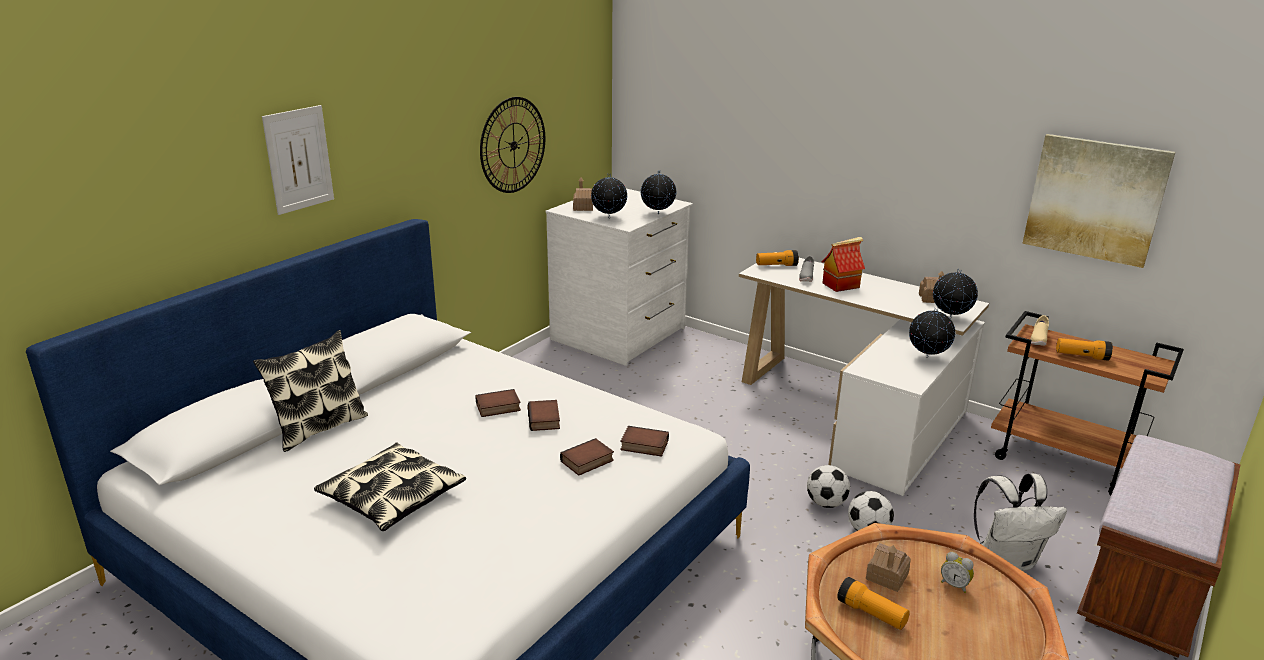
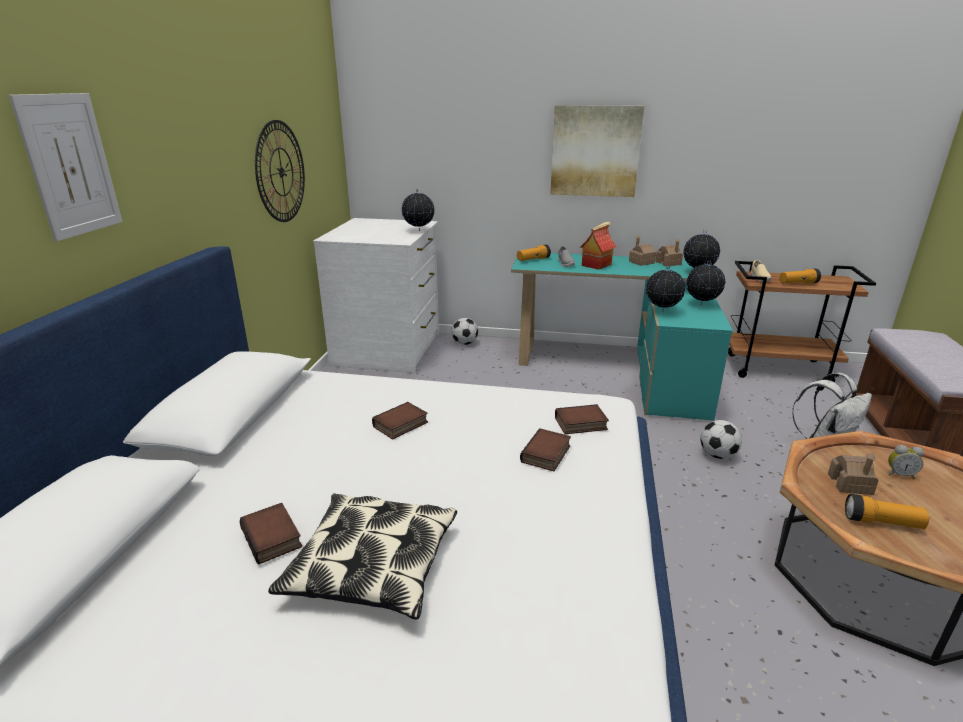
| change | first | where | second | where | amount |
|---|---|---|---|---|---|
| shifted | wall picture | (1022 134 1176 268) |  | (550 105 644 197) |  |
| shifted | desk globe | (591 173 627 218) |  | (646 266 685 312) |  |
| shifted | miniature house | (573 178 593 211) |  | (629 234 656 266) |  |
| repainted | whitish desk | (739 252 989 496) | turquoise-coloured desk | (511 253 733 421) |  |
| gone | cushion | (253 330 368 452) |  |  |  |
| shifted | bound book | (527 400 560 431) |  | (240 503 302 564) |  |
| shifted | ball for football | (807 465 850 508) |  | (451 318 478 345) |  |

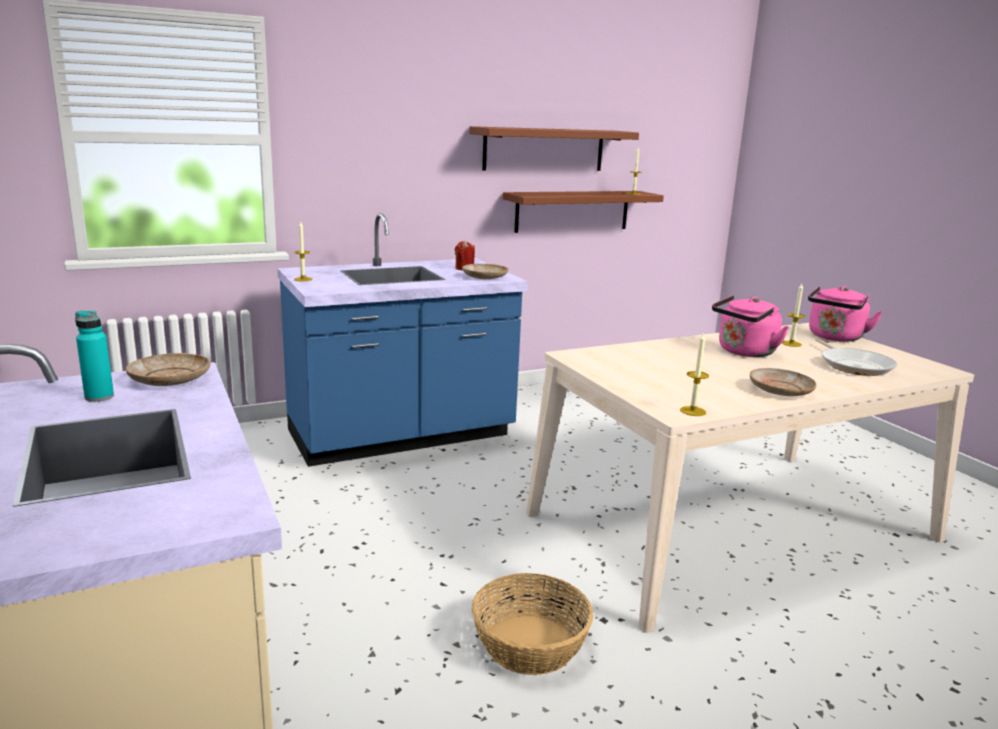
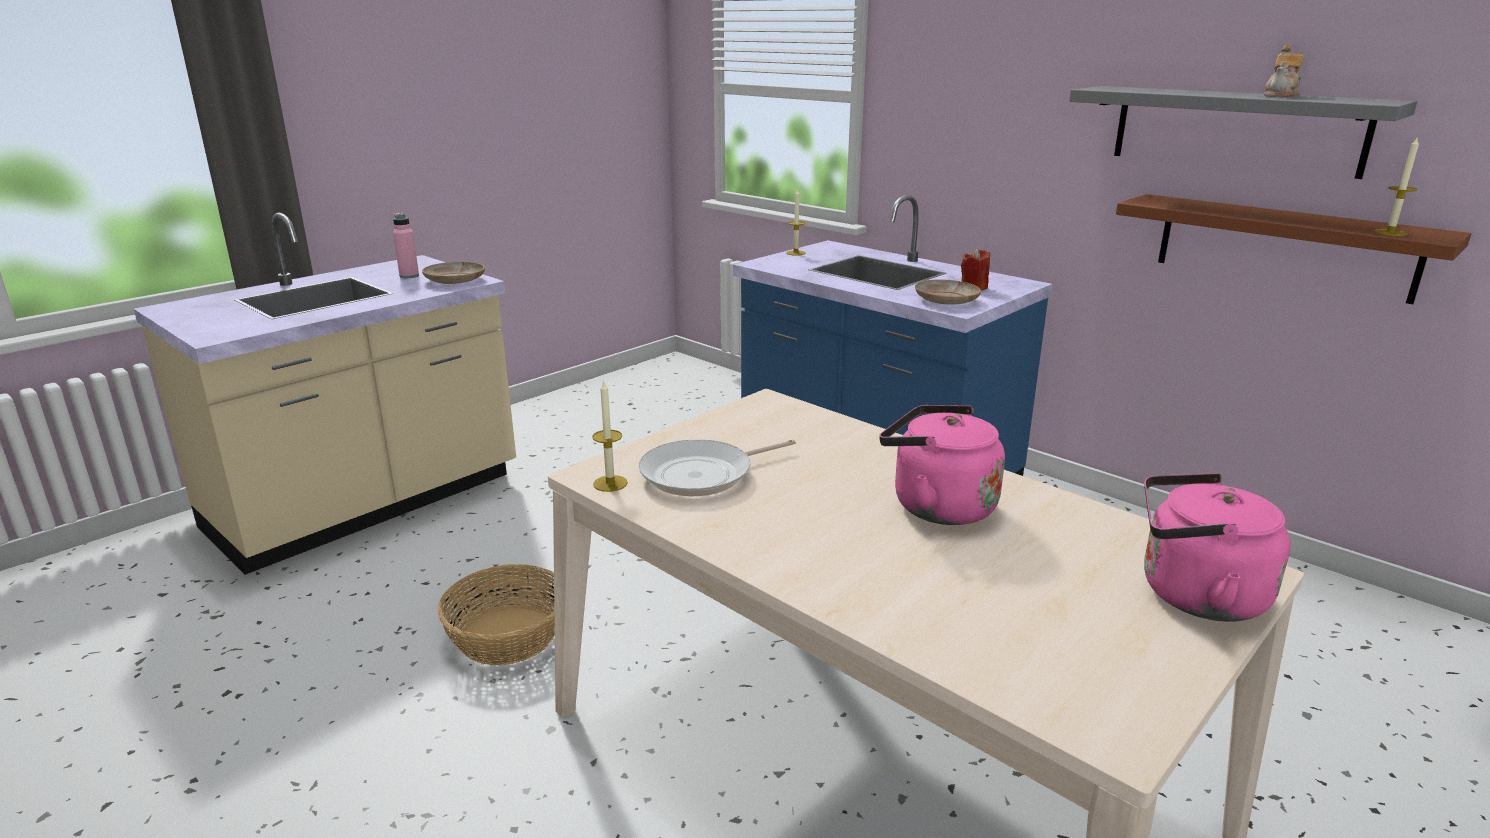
| change | first | where | second | where | amount |
|---|---|---|---|---|---|
| repainted | brown-coloured bracket shelf | (469 126 639 171) | grey bracket shelf | (1069 86 1417 179) |  |
| gone | wax light | (782 284 805 347) |  |  |  |
| repainted | turquoise-coloured drink bottle | (75 311 114 402) | pinkish drink bottle | (393 212 419 278) |  |
| shifted | skillet | (815 339 897 376) |  | (638 439 796 496) |  |
| gone | sand-coloured dinner plate | (750 368 817 396) |  |  |  |
| new |  |  | teapot | (1264 45 1304 97) |  |

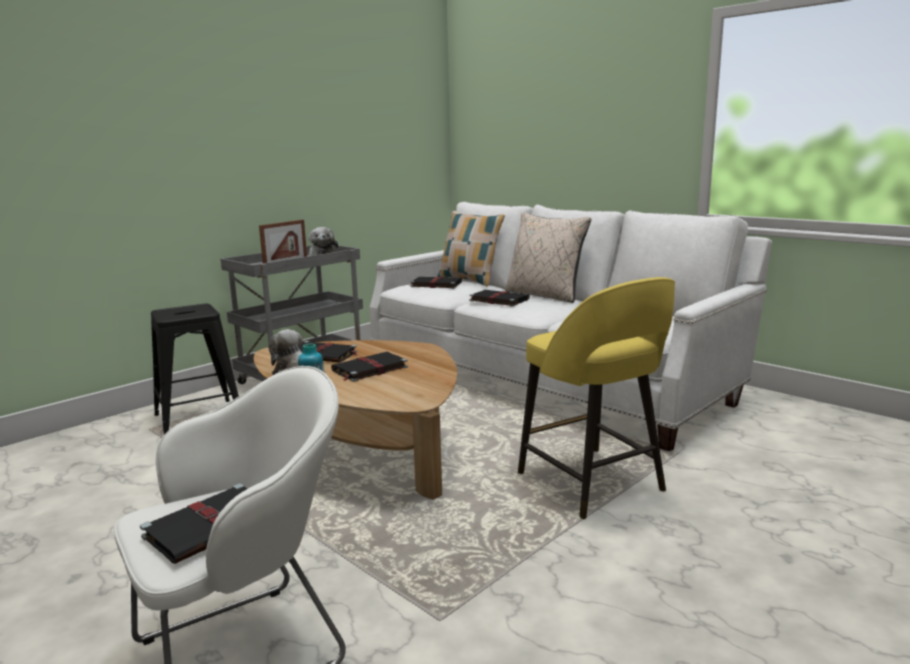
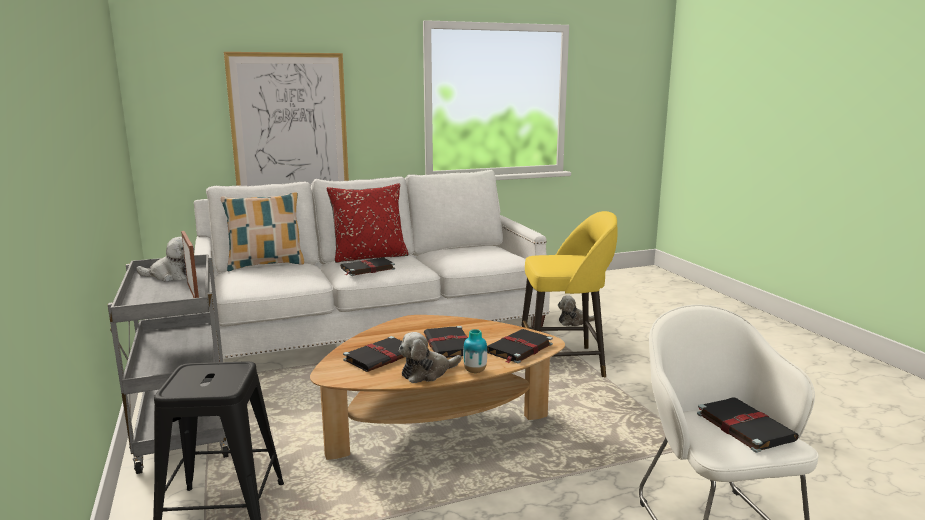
| change | first | where | second | where | amount |
|---|---|---|---|---|---|
| repainted | sand-coloured cushion | (505 212 591 303) | reddish cushion | (327 183 409 263) |  |
| shifted | black-coloured bound book | (410 277 462 289) |  | (487 329 553 363) |  |
| new |  |  | wall picture | (224 52 349 186) |  |
| new |  |  | cuddly toy | (558 295 595 326) |  |

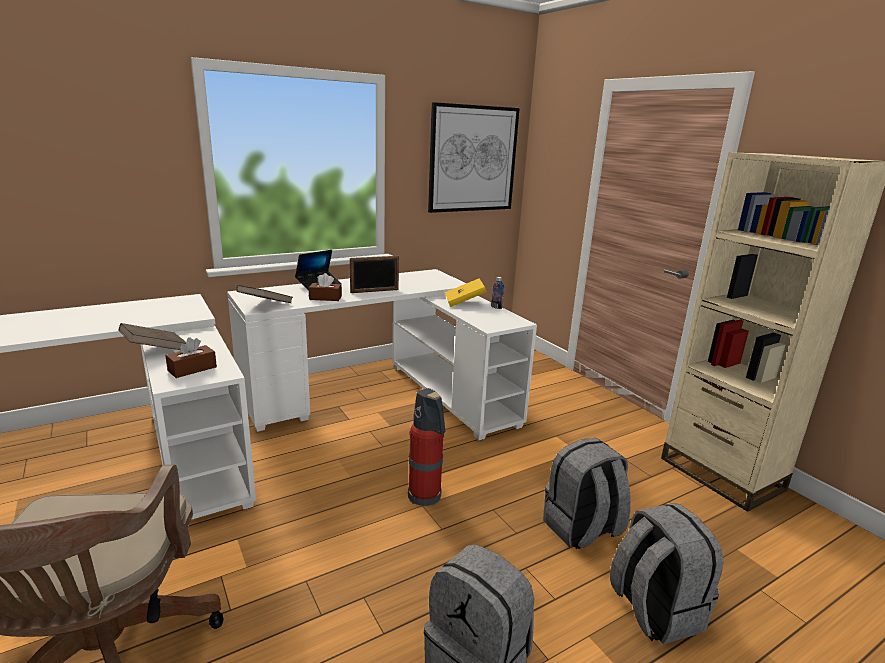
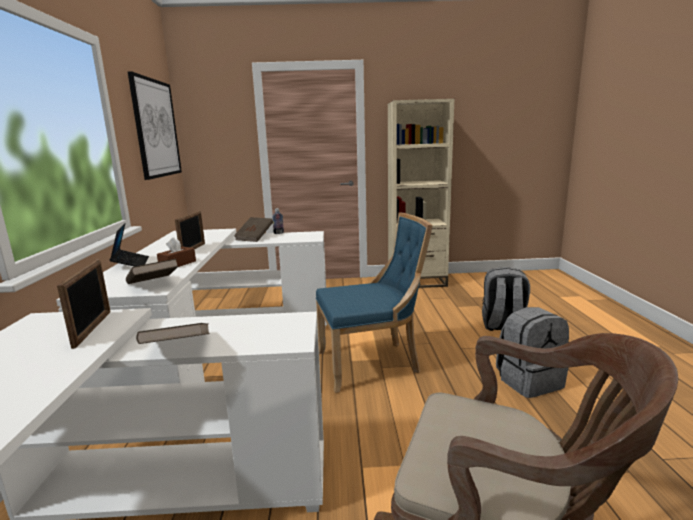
| change | first | where | second | where | amount |
|---|---|---|---|---|---|
| repainted | yellow-coloured bound book | (445 278 487 307) | brown-coloured bound book | (234 217 273 242) |  |
| gone | brown-coloured tissue box | (165 337 217 378) |  |  |  |
| swapped | fire-fighting cylinder | (408 388 445 506) | blue chair | (316 212 433 393) |  |
| gone | grey rucksack | (543 438 631 549) |  |  |  |
| new |  |  | picture frame | (57 260 111 349) |  |

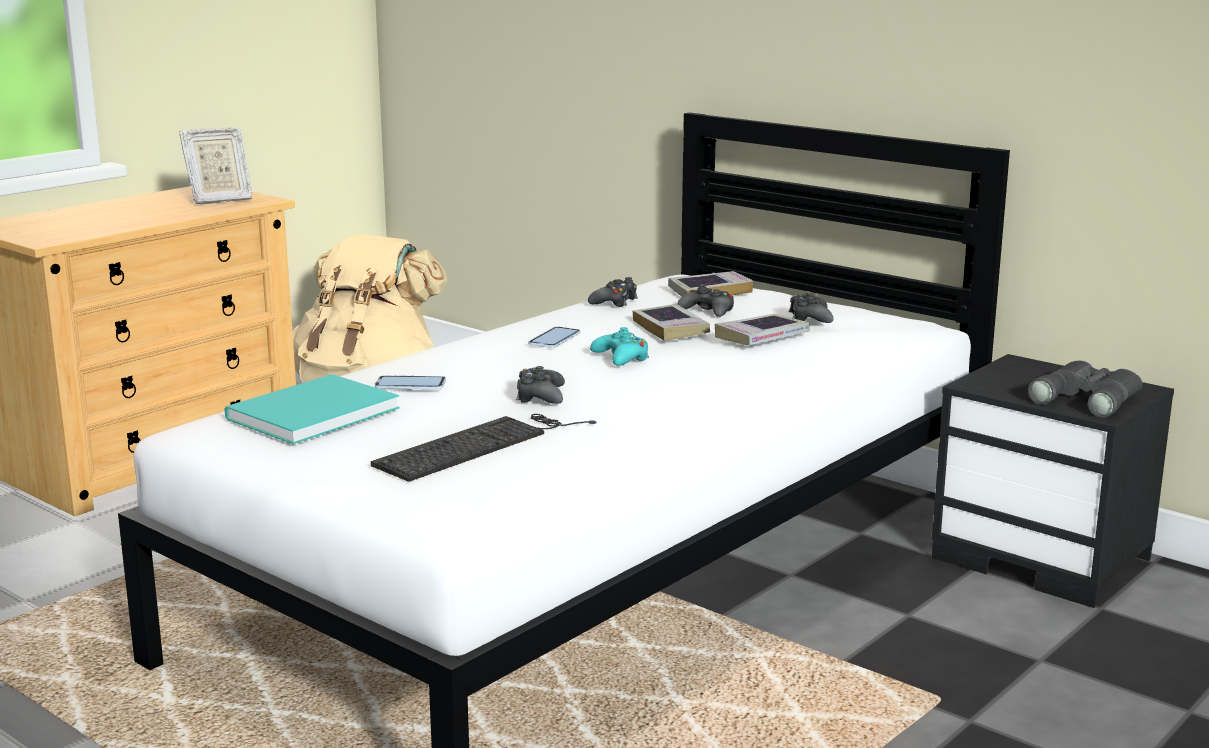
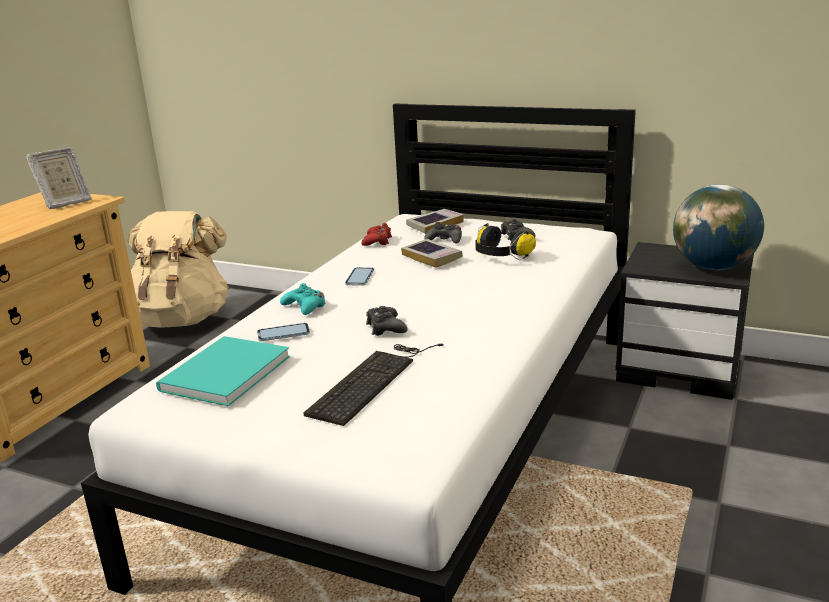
| change | first | where | second | where | amount |
|---|---|---|---|---|---|
| repainted | black-coloured gamepad | (588 277 638 307) | reddish gamepad | (362 223 392 246) |  |
| swapped | bound book | (715 314 810 346) | pair of headphones | (475 223 536 260) |  |
| shifted | turquoise-coloured gamepad | (590 327 649 366) |  | (280 283 326 315) |  |
| swapped | grey field glasses | (1028 361 1142 418) | desk globe | (673 185 764 270) |  |

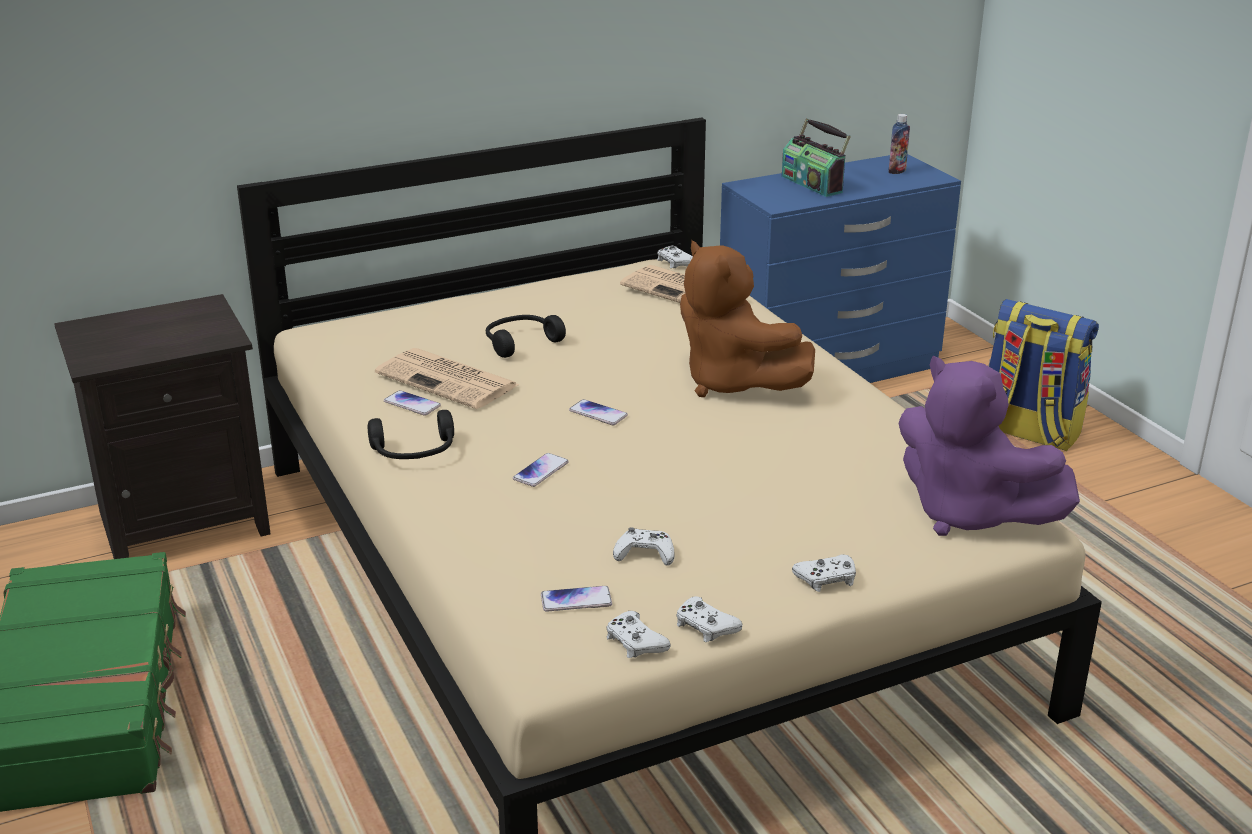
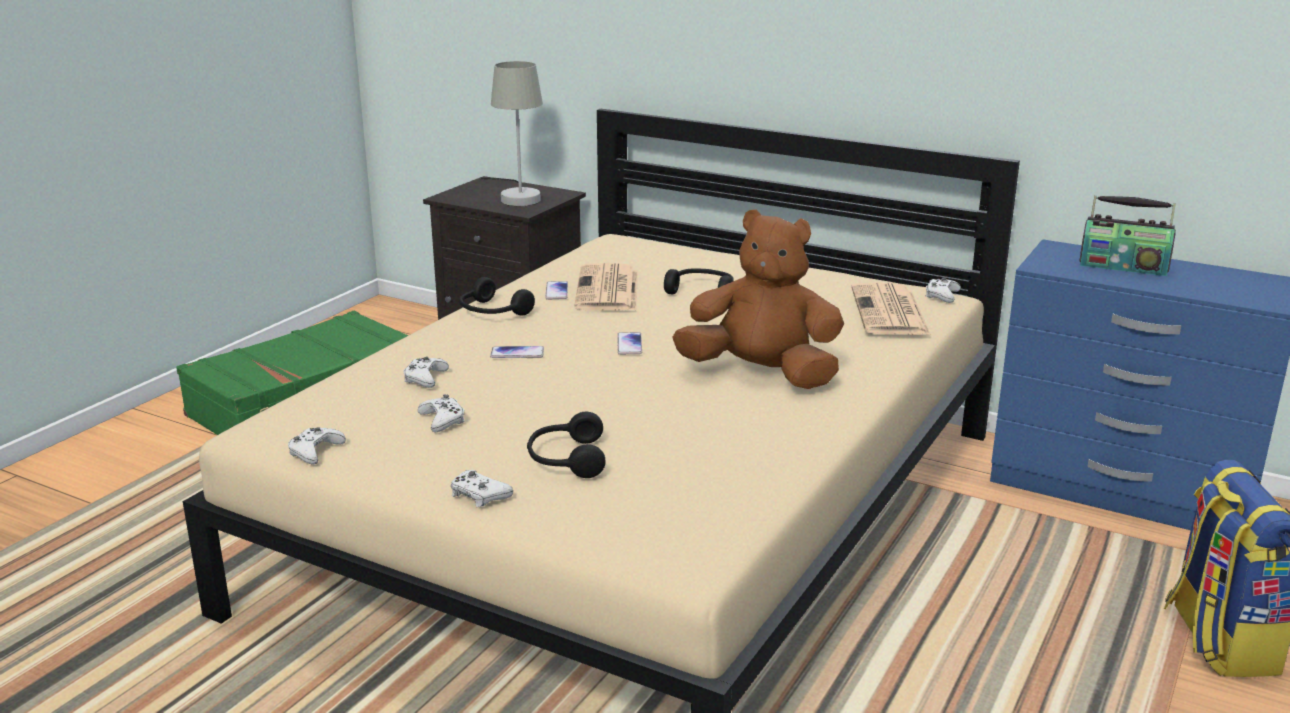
| change | first | where | second | where | amount |
|---|---|---|---|---|---|
| gone | drink bottle | (888 114 910 174) |  |  |  |
| rotated | radio receiver | (782 118 851 197) |  | (1079 195 1176 276) | 90 degrees counterclockwise |
| rotated | brown-coloured cuddly toy | (680 240 815 397) |  | (672 209 844 389) | 90 degrees clockwise |
| gone | purple-coloured cuddly toy | (899 356 1080 536) |  |  |  |
| gone | handset | (541 586 612 612) |  |  |  |
| shifted | whitish gamepad | (676 596 743 642) |  | (404 357 449 388) |  |
| new |  |  | grey tabletop lamp | (480 61 543 206) |  |
| new |  |  | black-coloured pair of headphones | (527 412 605 478) |  |

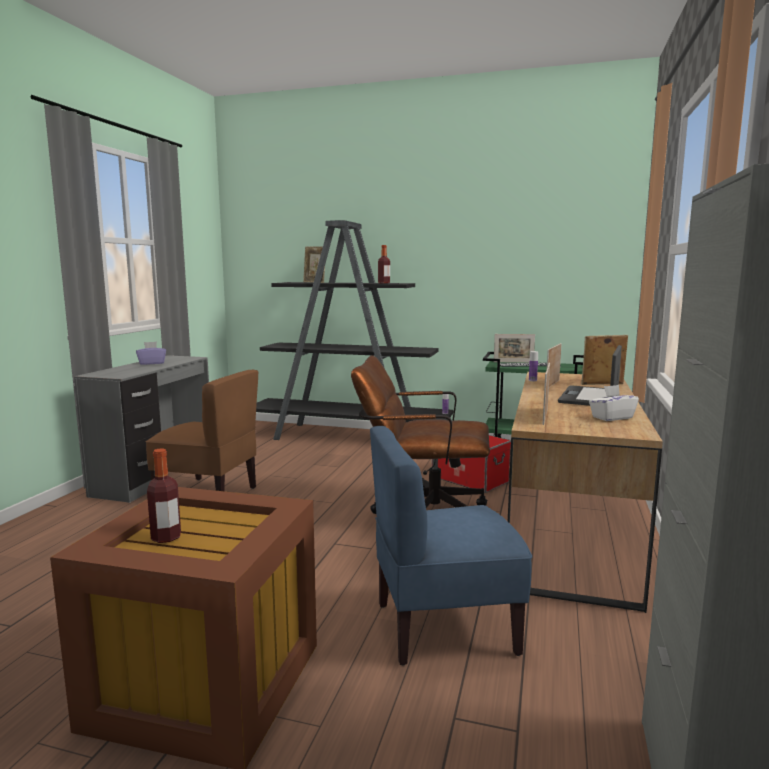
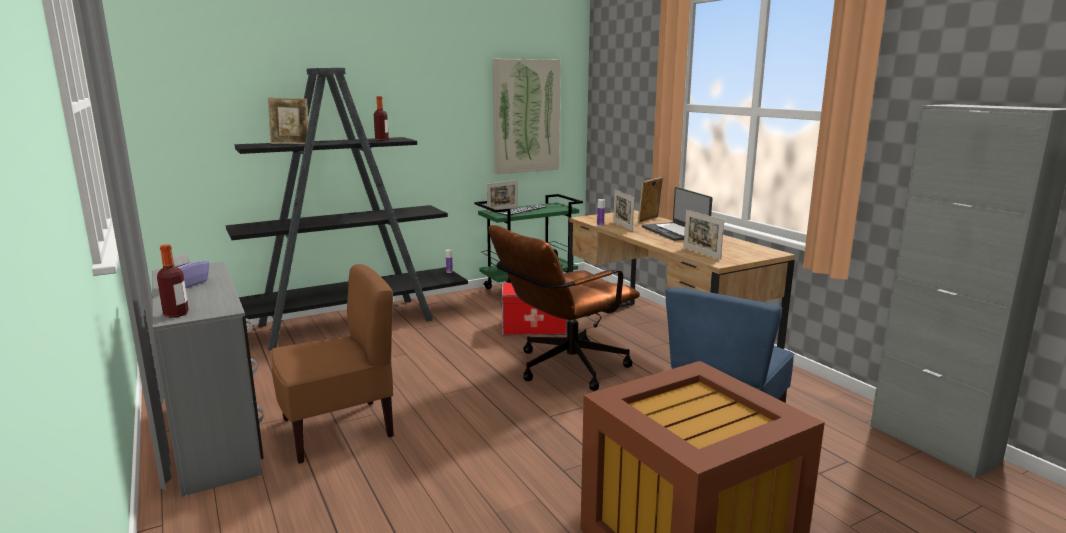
| change | first | where | second | where | amount |
|---|---|---|---|---|---|
| gone | whitish tissue box | (589 385 639 421) |  |  |  |
| shifted | drink bottle | (147 448 181 543) |  | (157 244 189 318) |  |
| new |  |  | wall picture | (493 59 561 174) |  |

